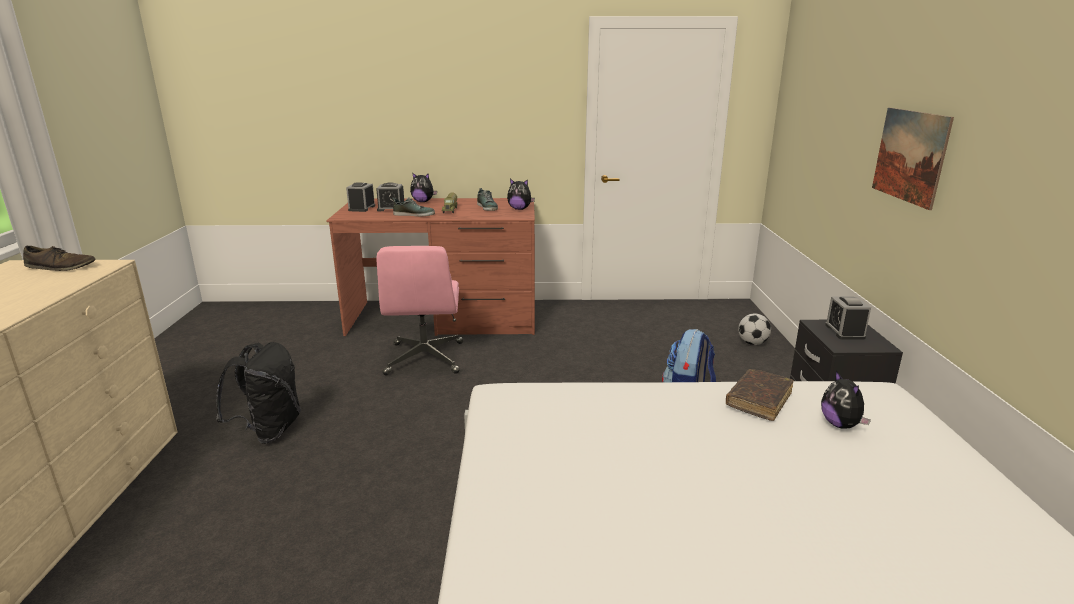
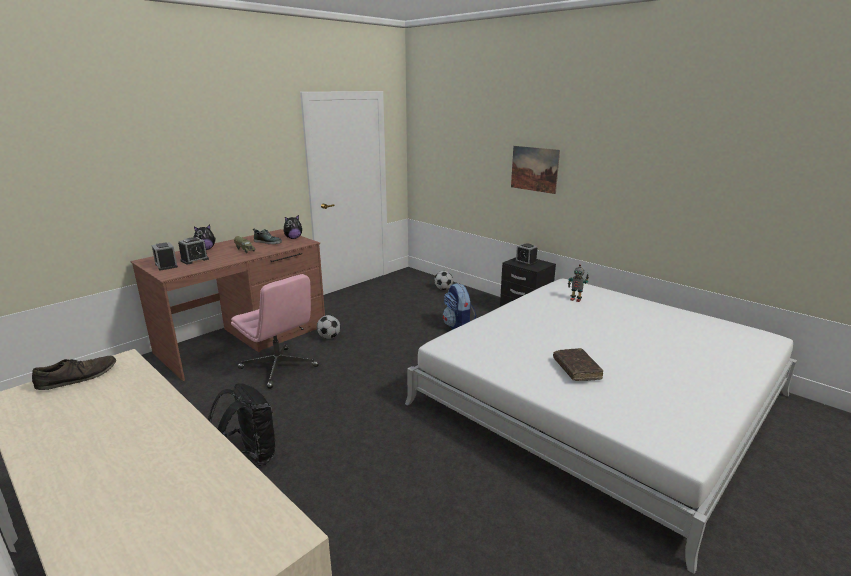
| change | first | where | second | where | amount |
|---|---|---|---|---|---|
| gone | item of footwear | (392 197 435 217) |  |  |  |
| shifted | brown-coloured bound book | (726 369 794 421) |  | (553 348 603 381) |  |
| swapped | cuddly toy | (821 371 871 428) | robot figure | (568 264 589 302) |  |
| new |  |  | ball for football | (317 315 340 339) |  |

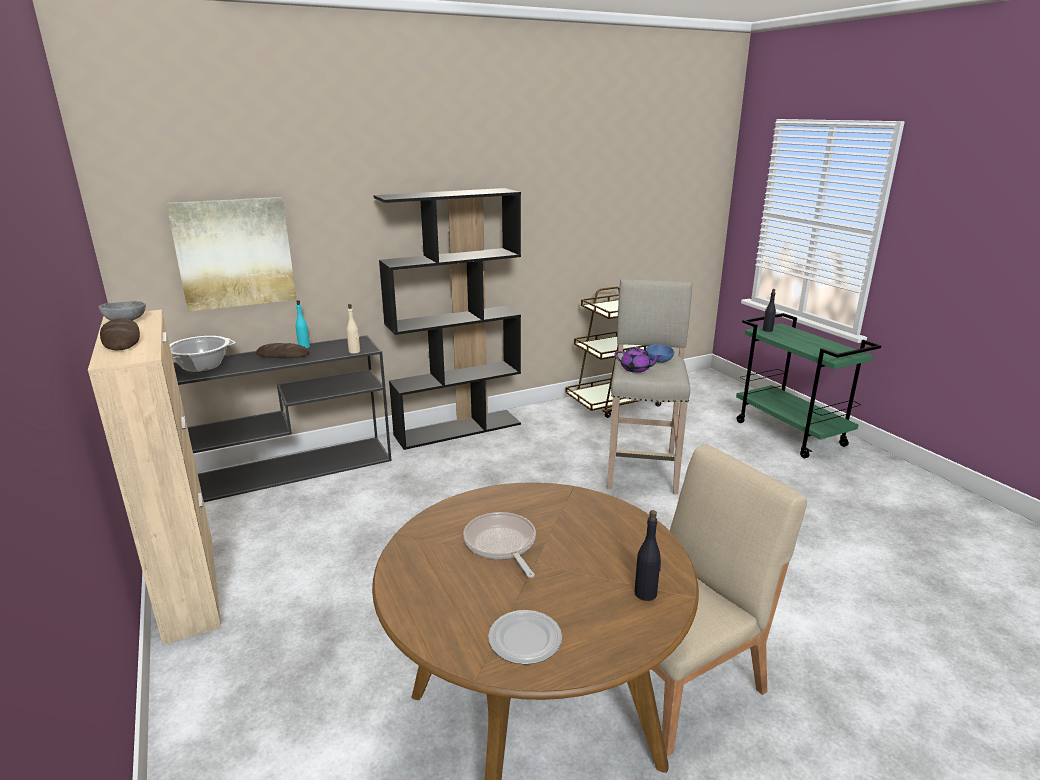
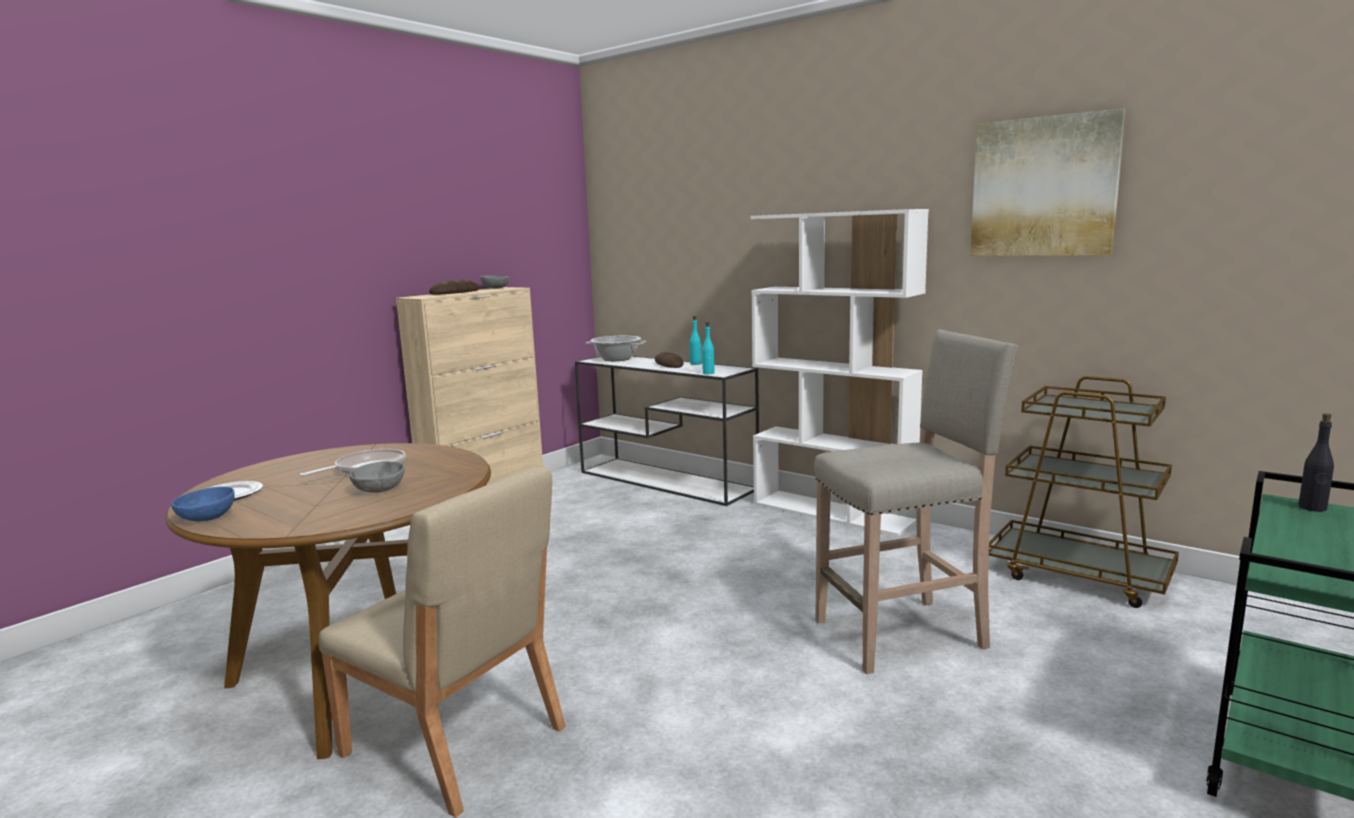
| change | first | where | second | where | amount |
|---|---|---|---|---|---|
| repainted | black-coloured bookcase | (373 188 521 450) | whitish bookcase | (751 209 929 537) |  |
| shifted | wall picture | (166 197 297 312) |  | (970 108 1125 256) |  |
| repainted | sand-coloured drink bottle | (347 304 360 354) | turquoise-coloured drink bottle | (702 322 715 374) |  |
| repainted | black-coloured narrow table | (173 335 391 502) | whitish narrow table | (575 356 759 506) |  |
| shifted | blue bowl | (646 344 674 363) |  | (171 487 235 521) |  |
| gone | purple-coloured teapot | (615 347 662 373) |  |  |  |
| gone | black-coloured drink bottle | (634 510 661 601) |  |  |  |
| new |  |  | grey bowl | (350 461 405 493) |  |

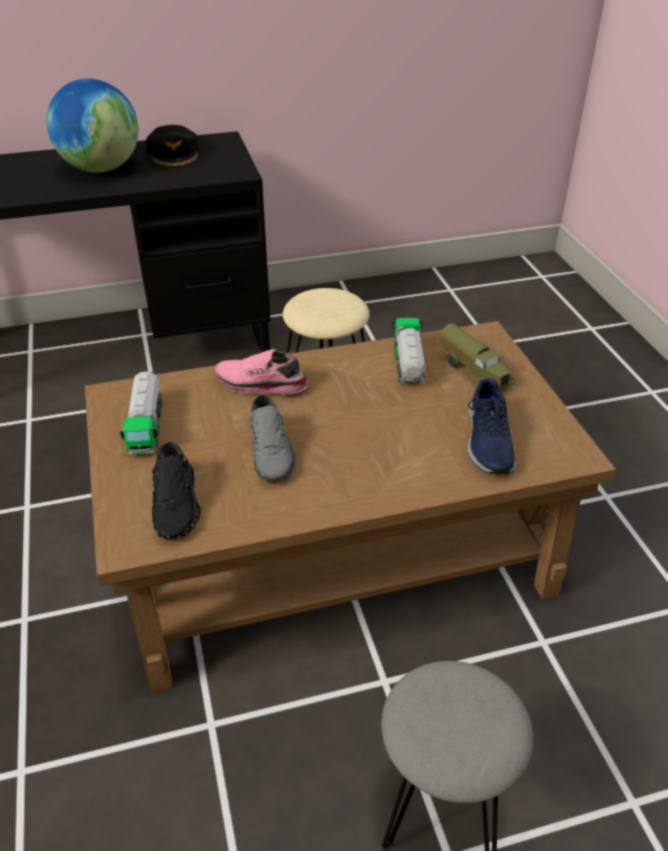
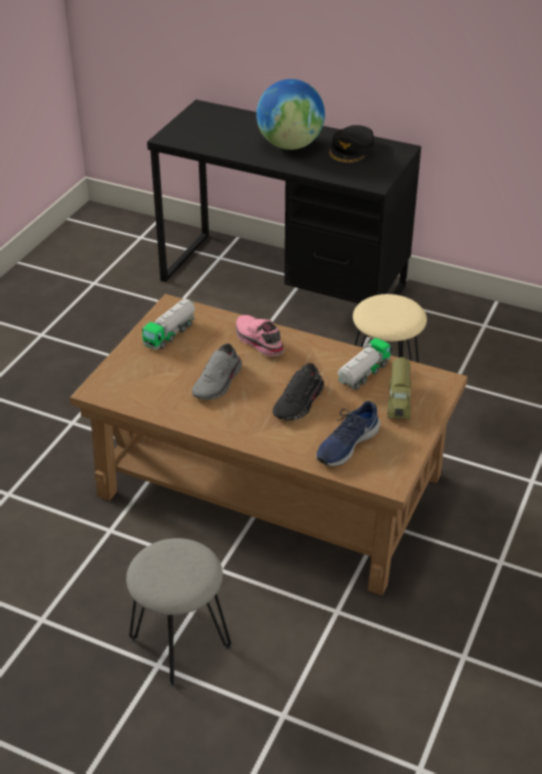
| change | first | where | second | where | amount |
|---|---|---|---|---|---|
| shifted | black-coloured item of footwear | (152 442 201 539) |  | (273 363 324 421) |  |

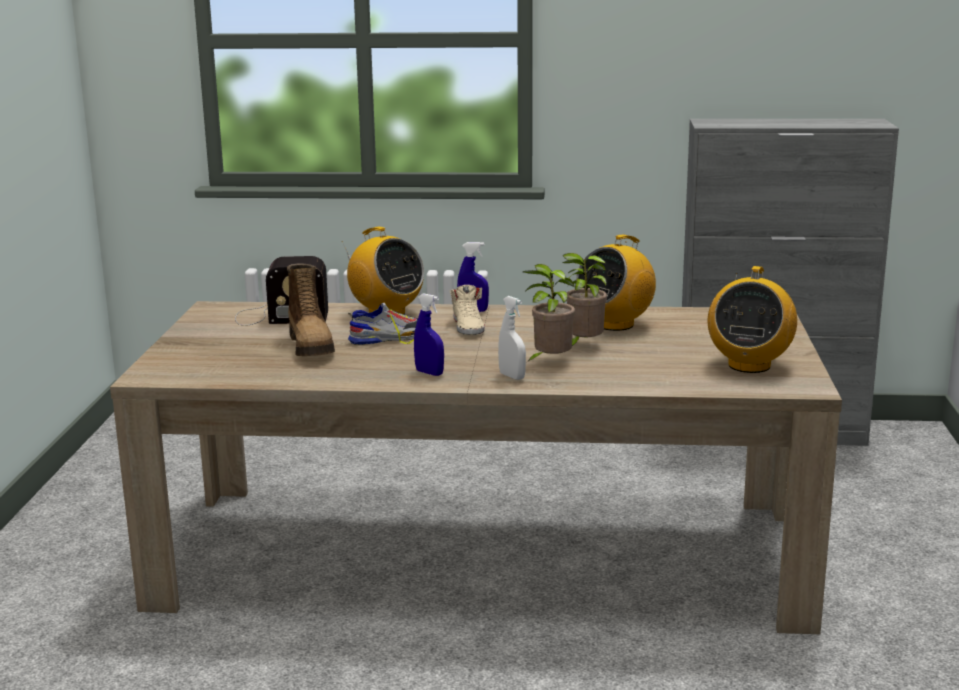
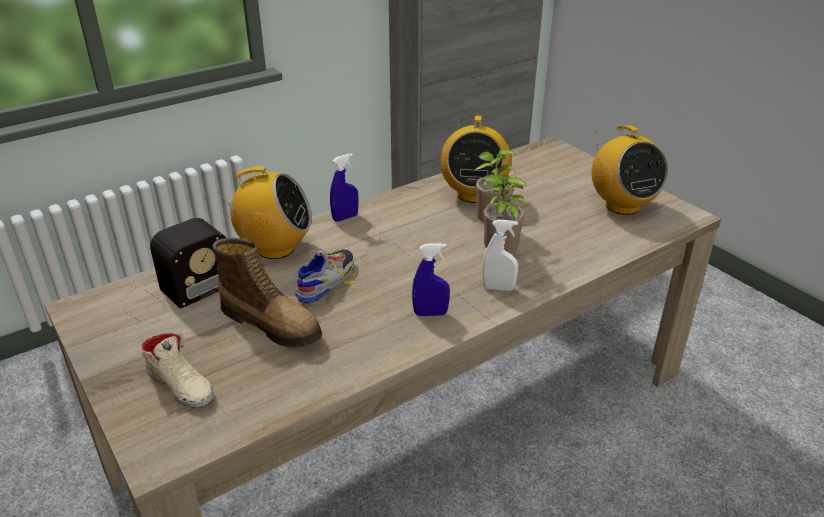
| change | first | where | second | where | amount |
|---|---|---|---|---|---|
| shifted | sand-coloured item of footwear | (450 285 485 335) |  | (140 333 214 408) |  |

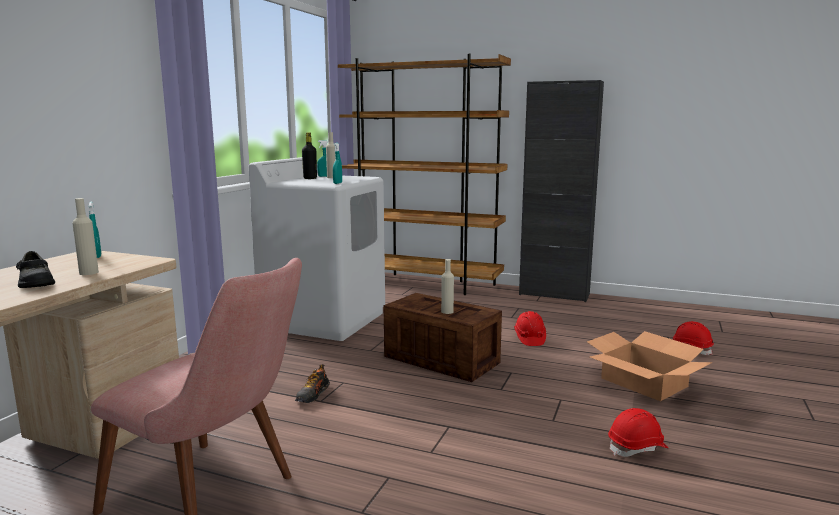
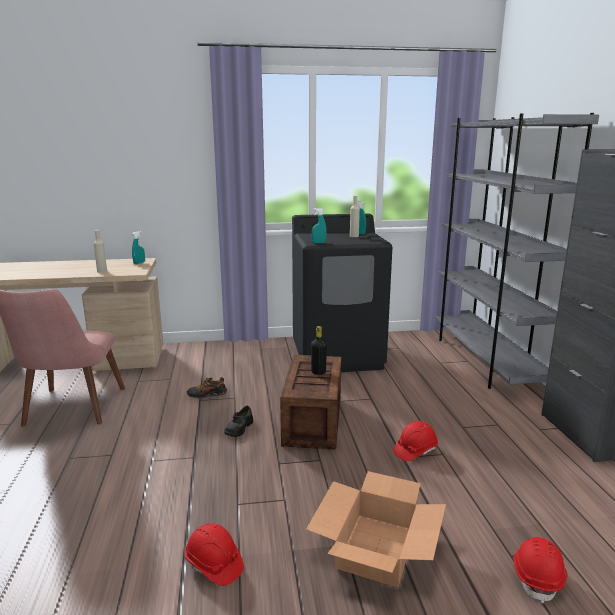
| change | first | where | second | where | amount |
|---|---|---|---|---|---|
| repainted | brown-coloured bookcase | (338 53 511 295) | grey bookcase | (435 113 599 389) |  |
| shifted | black-coloured drink bottle | (302 132 317 179) |  | (311 326 327 375) |  |
| repainted | whitish washing machine | (249 157 385 341) | black-coloured washing machine | (292 213 392 372) |  |
| shifted | black-coloured item of footwear | (16 251 55 288) |  | (224 406 253 437) |  |
| gone | sand-coloured drink bottle | (441 259 454 314) |  |  |  |

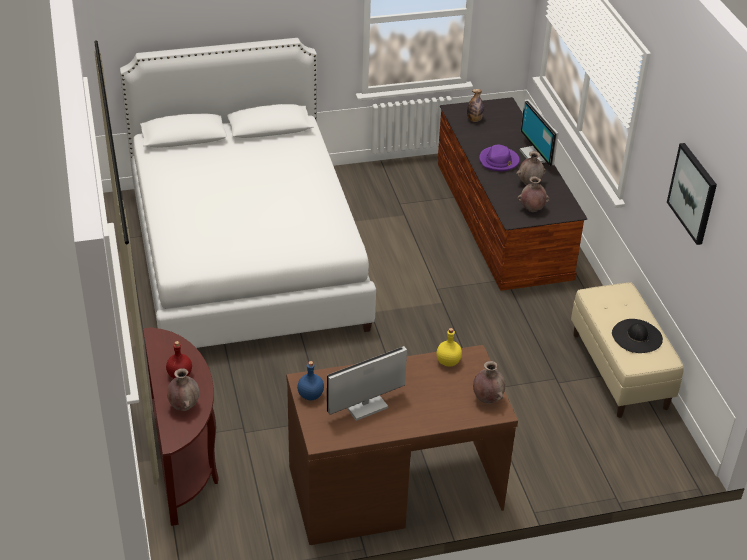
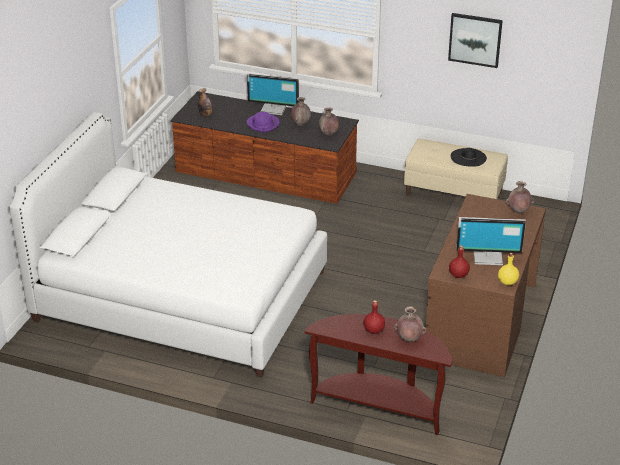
| change | first | where | second | where | amount |
|---|---|---|---|---|---|
| shifted | yellow-coloured drink bottle | (436 328 462 366) |  | (498 253 519 285) |  |
| rotated | computer display | (327 346 407 421) |  | (456 217 526 265) | 90 degrees counterclockwise |
| repainted | blue drink bottle | (297 361 324 400) | reddish drink bottle | (449 245 470 278) |  |

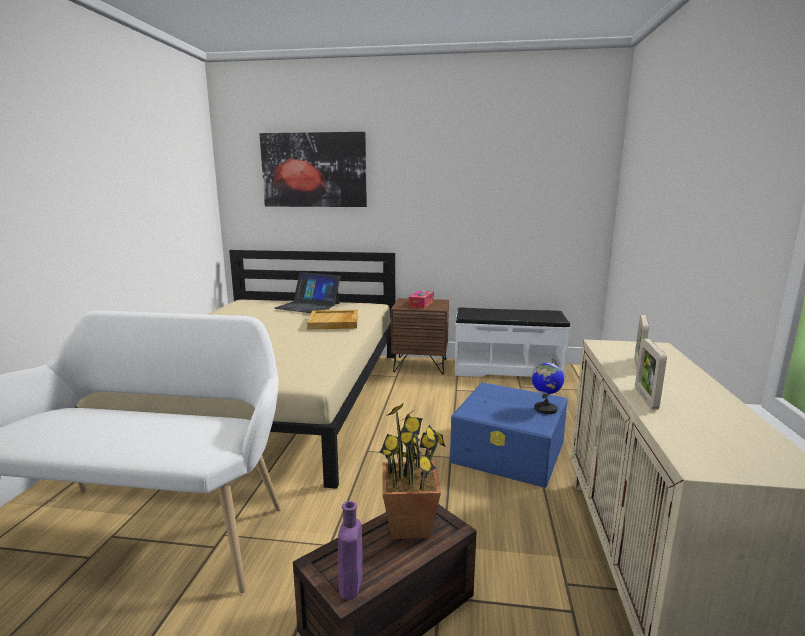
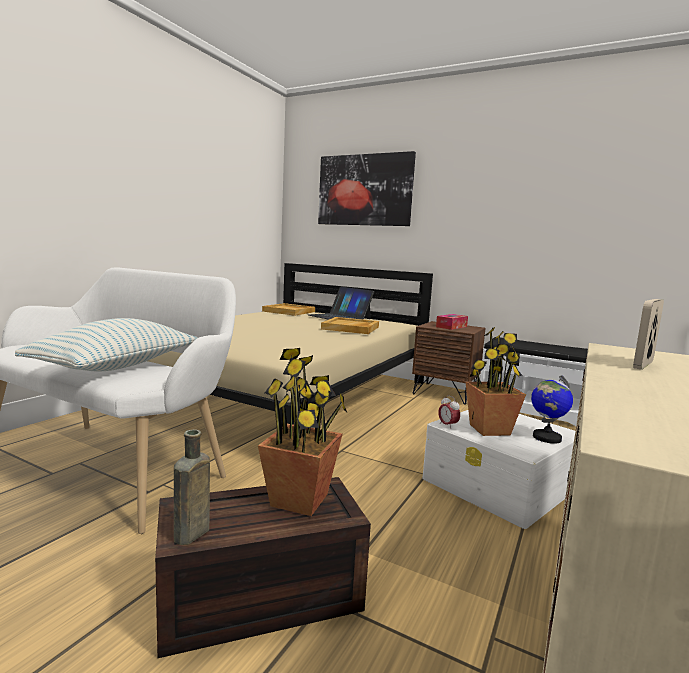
| change | first | where | second | where | amount |
|---|---|---|---|---|---|
| gone | picture frame | (635 338 667 410) |  |  |  |
| repainted | blue storage container | (450 382 568 488) | whitish storage container | (422 410 575 529) |  |
| repainted | purple-coloured drink bottle | (338 501 363 600) | brown-coloured drink bottle | (174 429 210 545) |  |
| new |  |  | sand-coloured carrying tray | (262 303 315 316) |  |
| new |  |  | cushion | (15 318 198 372) |  |
| new |  |  | houseplant | (465 327 526 436) |  |
| new |  |  | table clock | (438 395 460 429) |  |

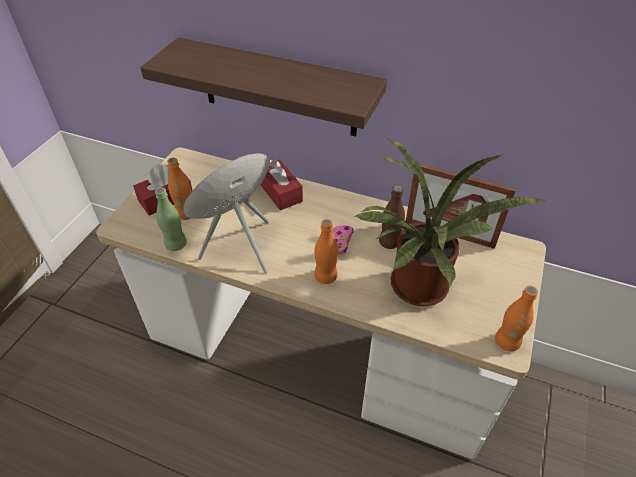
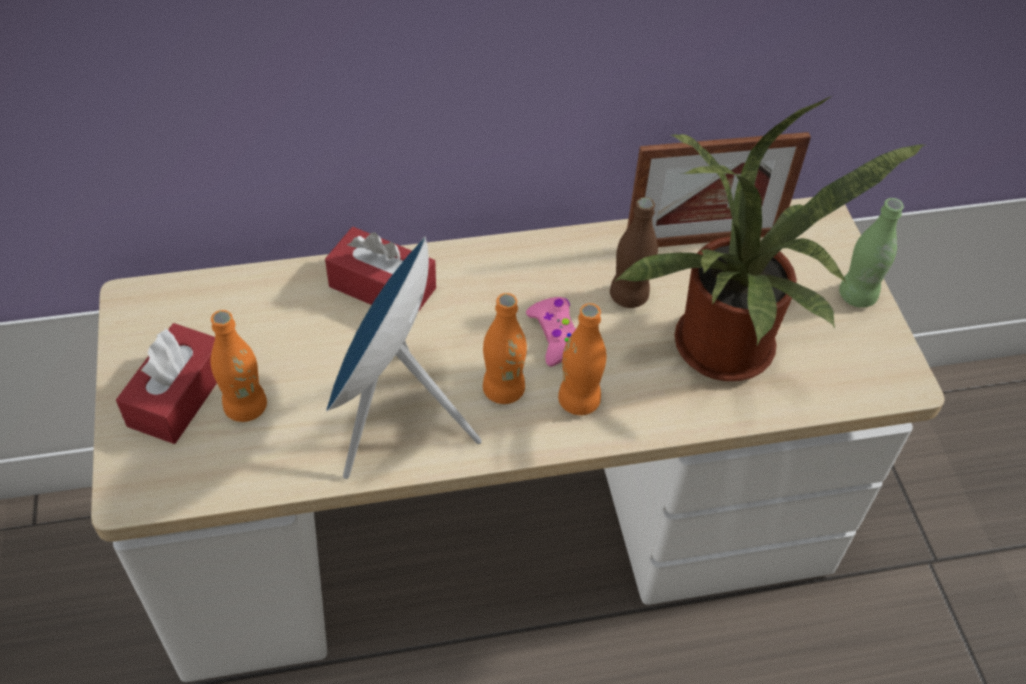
| change | first | where | second | where | amount |
|---|---|---|---|---|---|
| gone | bracket shelf | (140 37 387 137) |  |  |  |
| shifted | green-coloured drink bottle | (155 187 187 251) |  | (839 198 904 308) |  |
| shifted | orangey drink bottle | (495 285 538 351) |  | (483 293 527 404) |  |

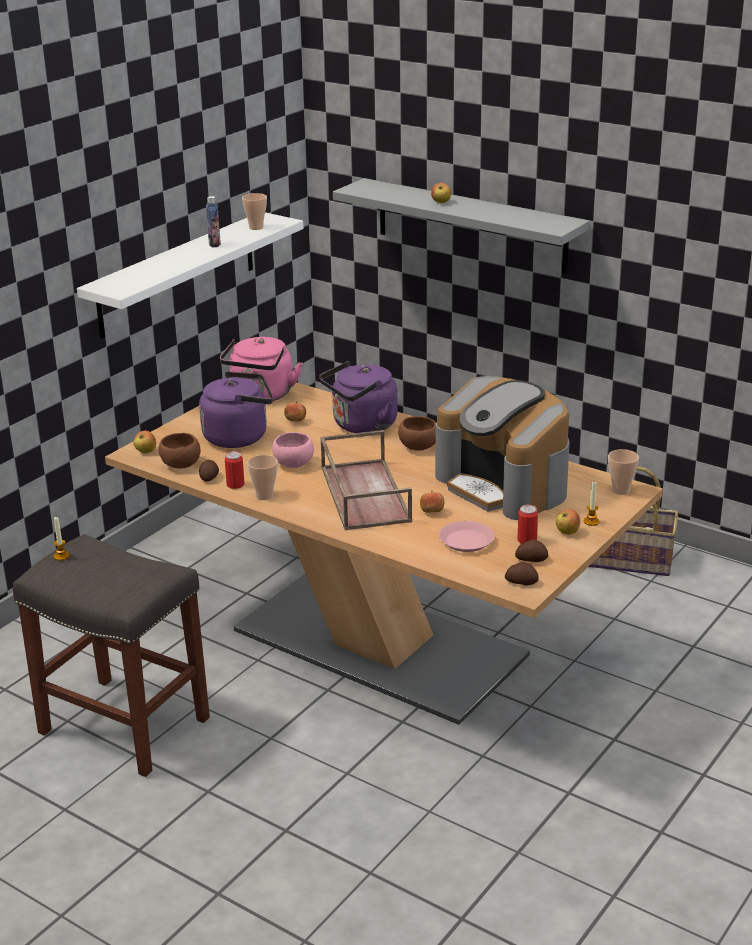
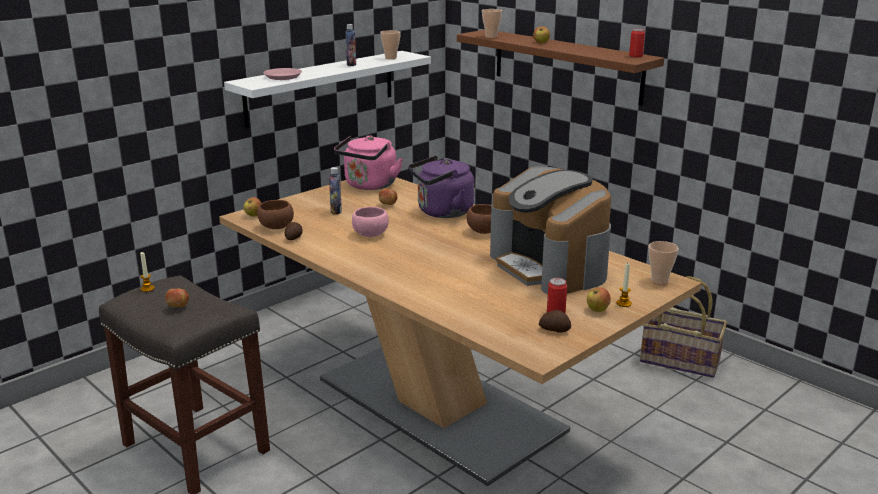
| change | first | where | second | where | amount |
|---|---|---|---|---|---|
| repainted | grey bracket shelf | (333 178 590 273) | brown-coloured bracket shelf | (457 30 664 106) |  |
| swapped | purple-coloured tea kettle | (199 371 273 448) | drink bottle | (329 167 342 215) |  |
| gone | brown-coloured carrying tray | (320 430 412 531) |  |  |  |
| shifted | can | (225 451 244 489) |  | (629 29 645 57) |  |
| shifted | drinking cup | (247 455 278 500) |  | (482 9 502 38) |  |
| shifted | apple | (420 490 445 513) |  | (165 287 189 307) |  |
| shifted | pinkish dinner plate | (439 521 495 552) |  | (263 68 302 80) |  |
| gone | spud | (505 562 539 586) |  |  |  |

